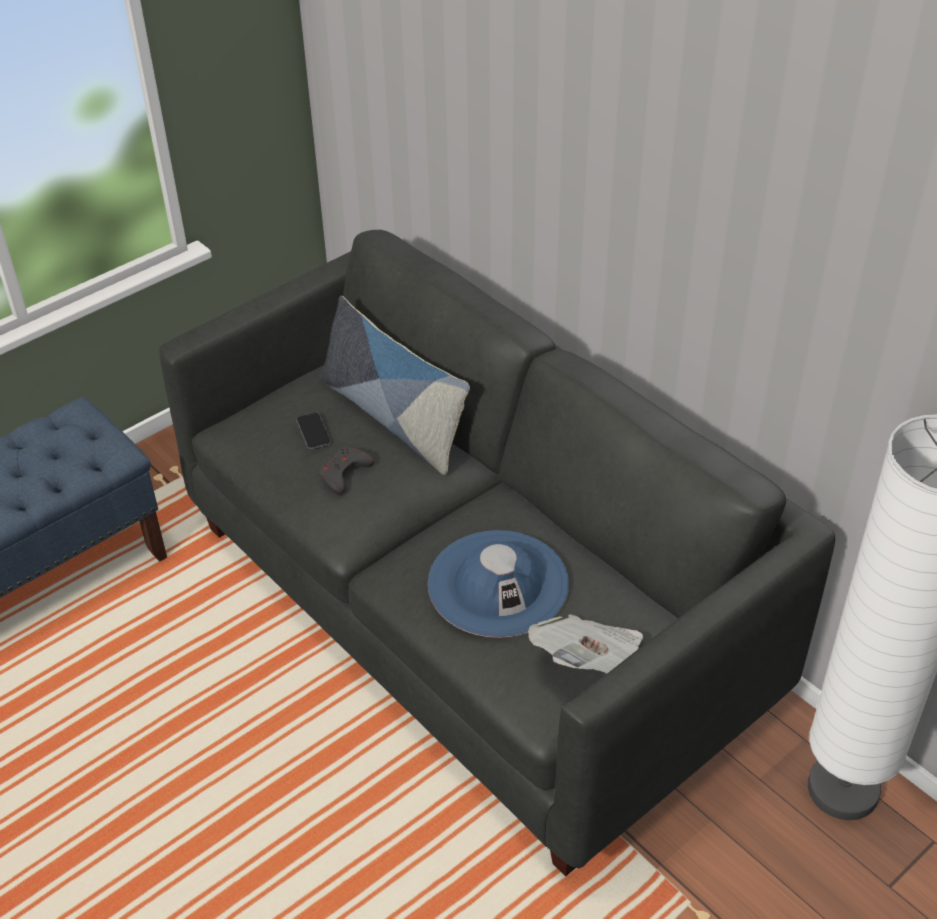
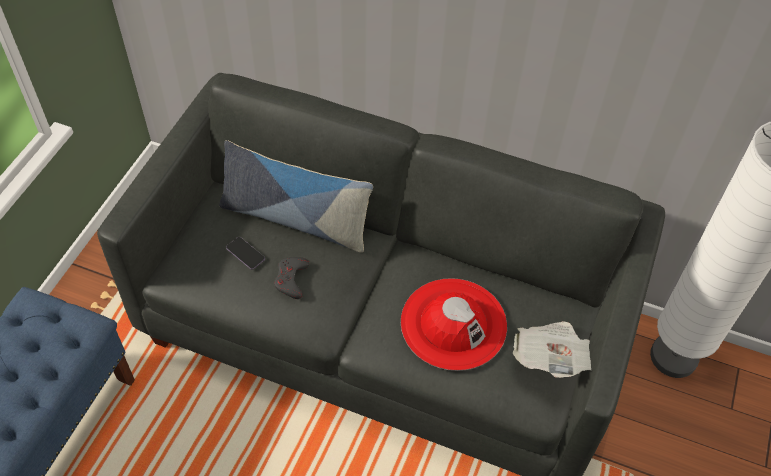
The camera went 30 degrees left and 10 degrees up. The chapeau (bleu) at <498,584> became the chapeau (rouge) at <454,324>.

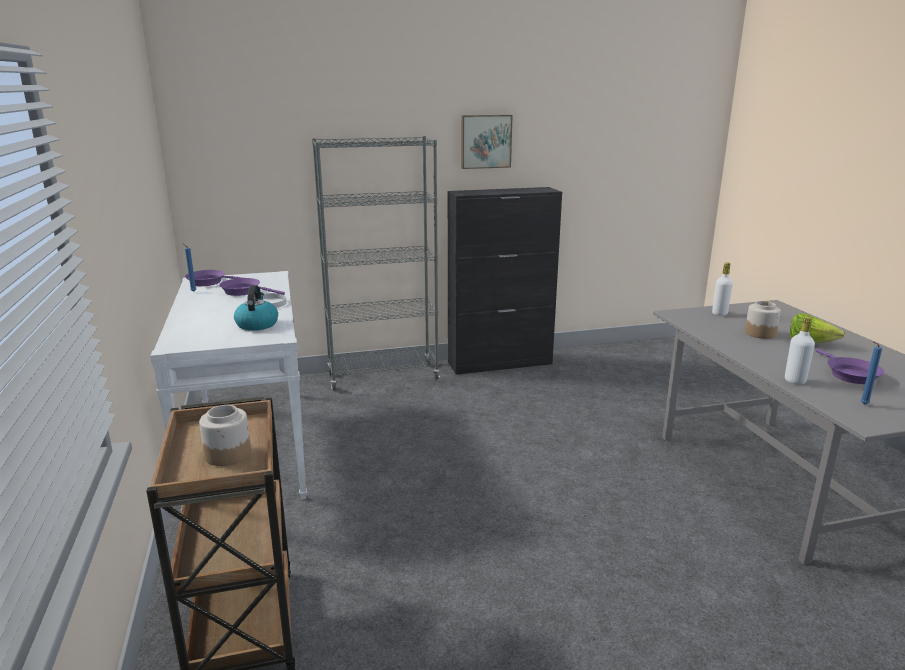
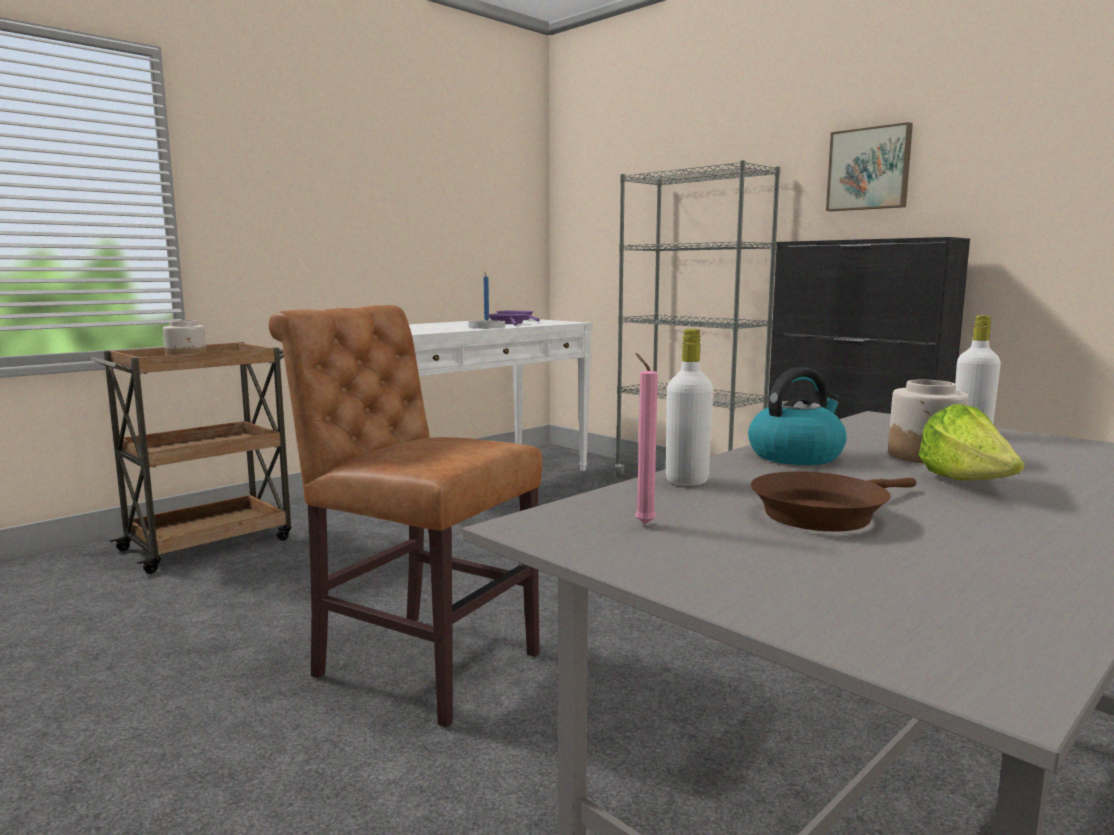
The camera went 60 degrees right and 10 degrees down. The bouilloire moved from <256,308> to <797,416>. The bougie (bleu) at <871,373> became the bougie (rose) at <646,439>. The poêle (violet) at <849,366> became the poêle (marron) at <833,501>. The chaise (marron) at <405,516> appeared.

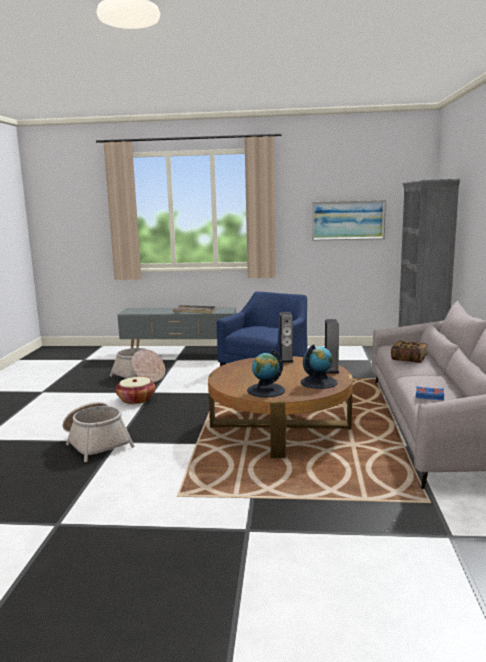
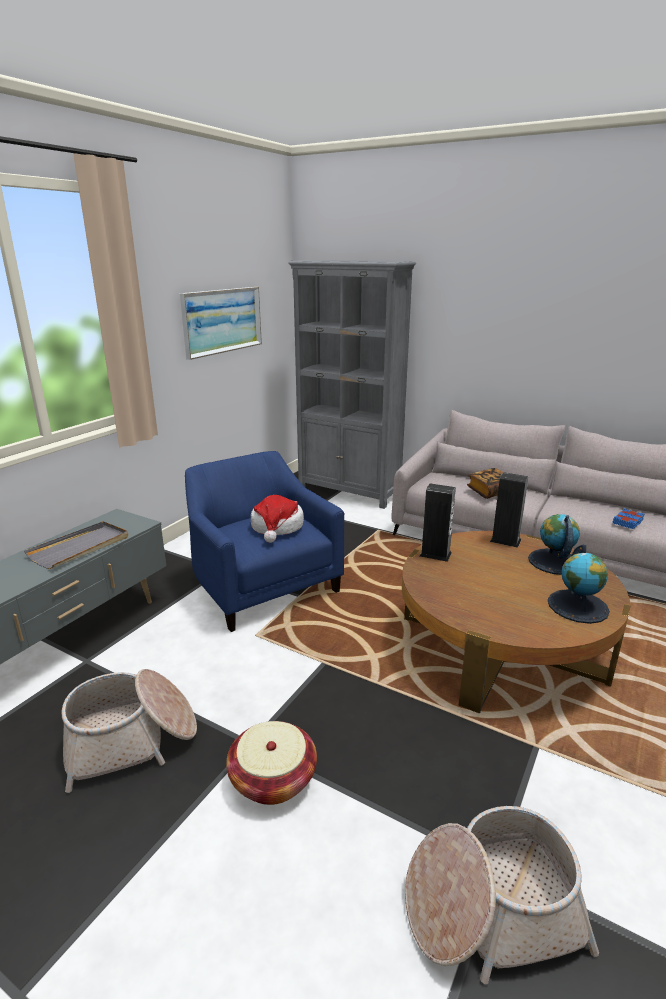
The camera went 65 degrees left and 10 degrees up. The chapeau at <277,519> appeared.

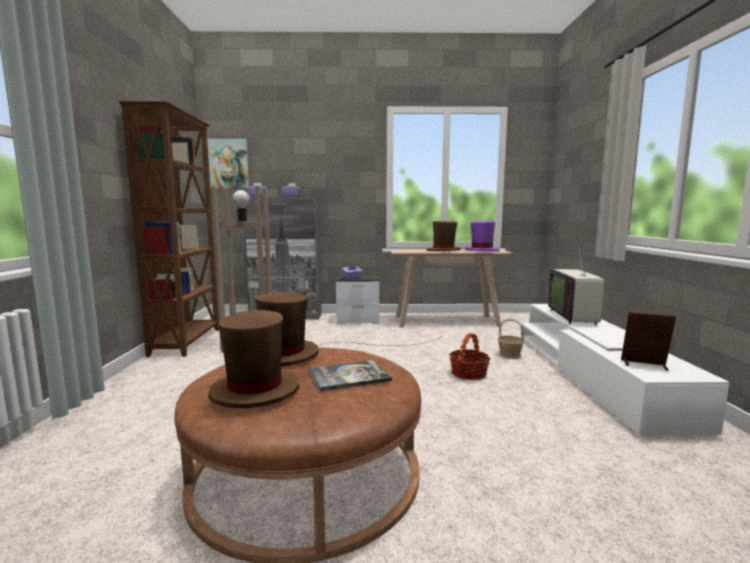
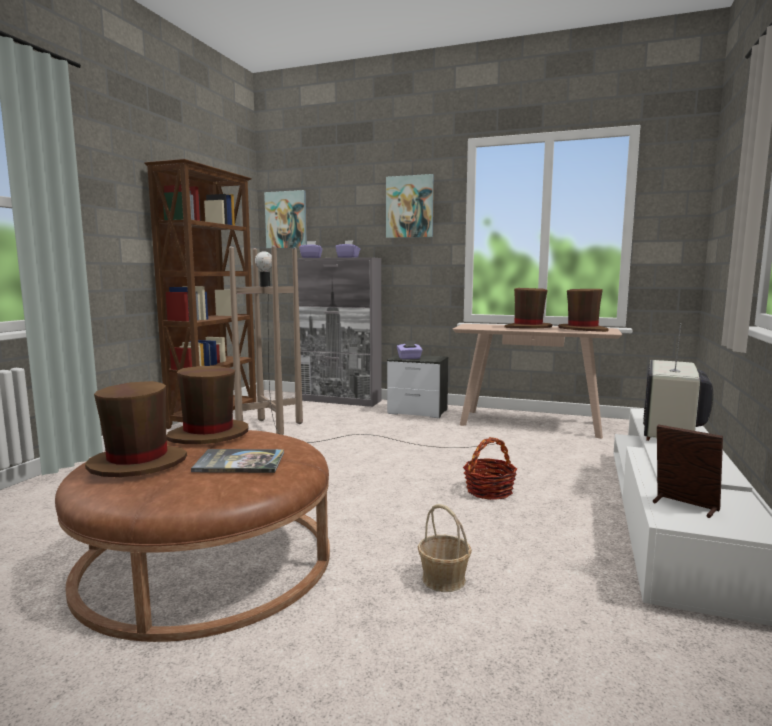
The camera went 20 degrees right and 0 degrees up. The chapeau (violet) at <482,236> became the chapeau (marron) at <583,310>. The panier moved from <511,339> to <445,548>. The tableau at <410,206> appeared.

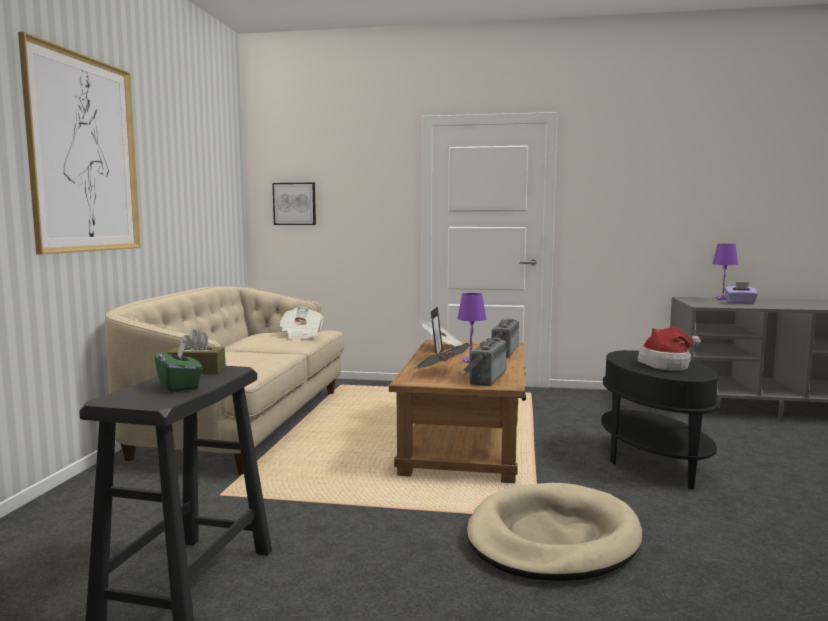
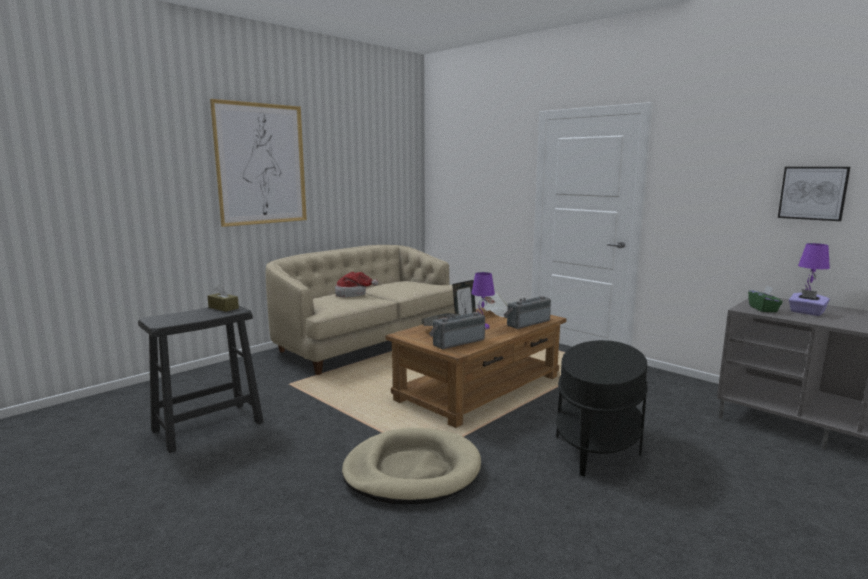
The camera went 35 degrees right and 5 degrees up. The tableau moved from <294,204> to <814,194>. The journal at <301,323> disappeared. The chapeau moved from <669,349> to <356,284>. The boîte à mouchoirs (vert) moved from <178,366> to <765,299>.

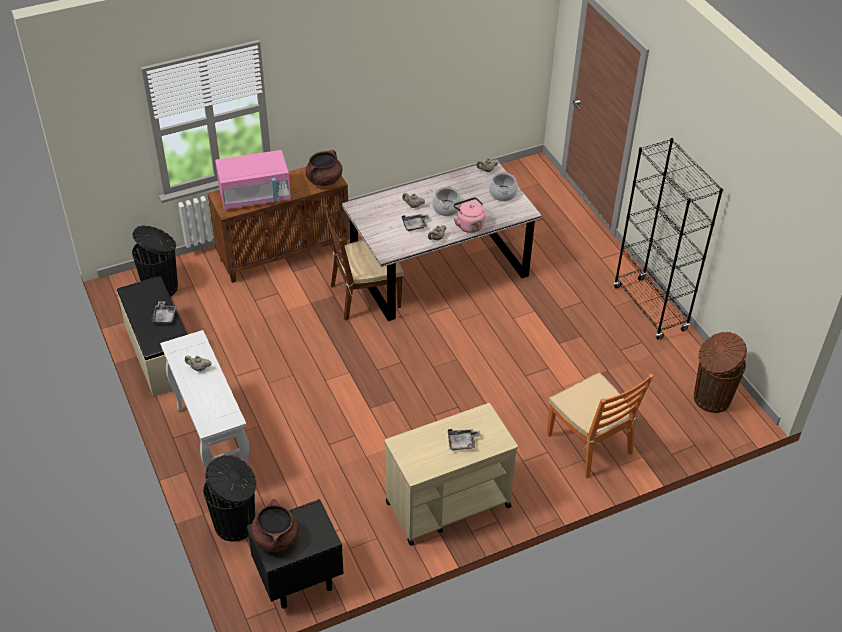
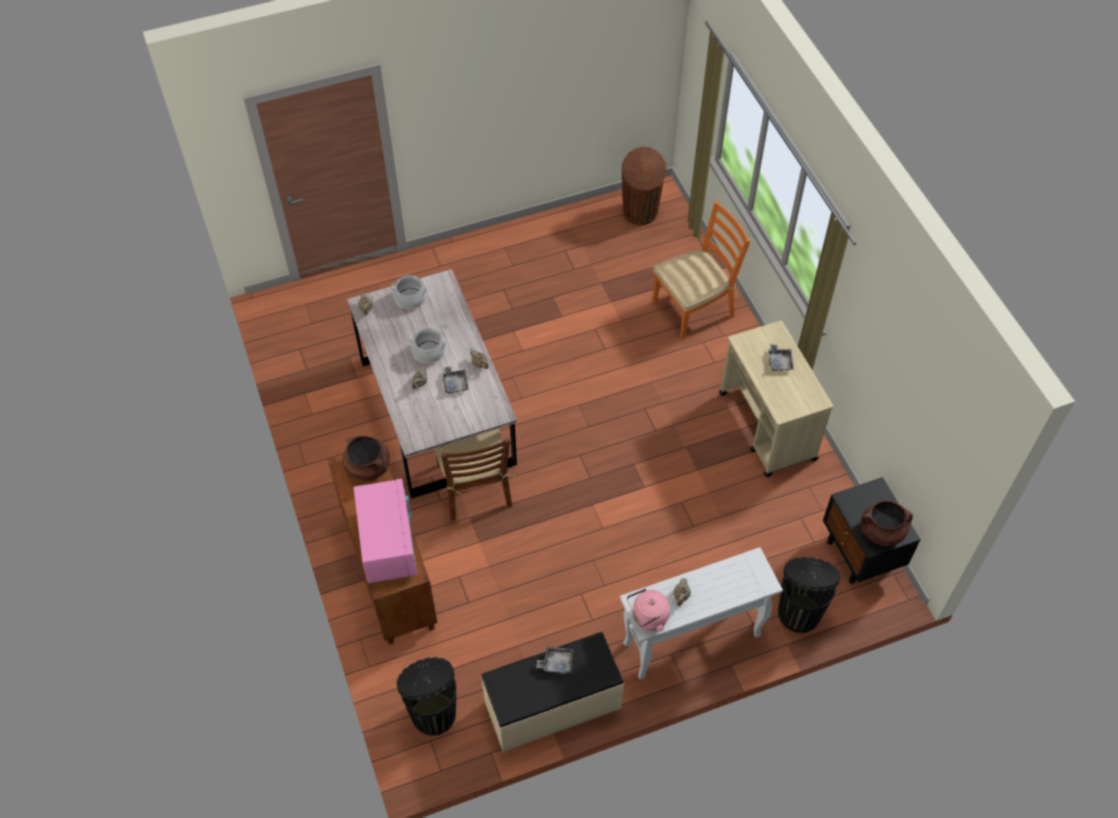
The camera went 85 degrees left and 10 degrees up. The bibliothèque (noir) at <668,239> disappeared. The bouilloire (rose) moved from <469,215> to <648,610>.

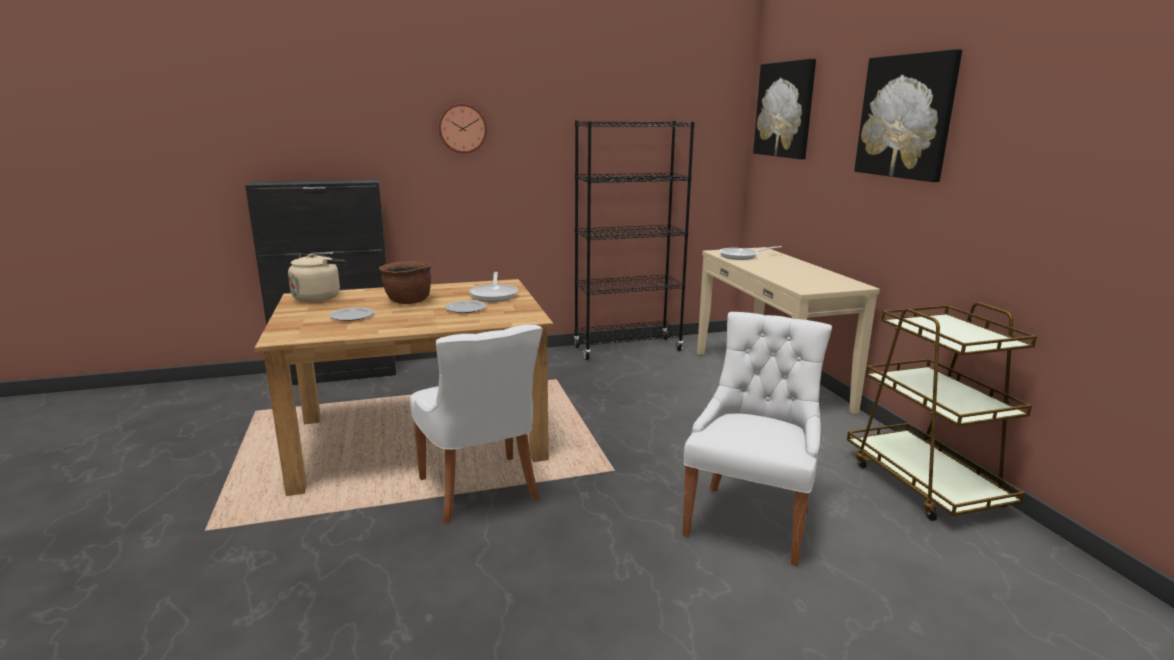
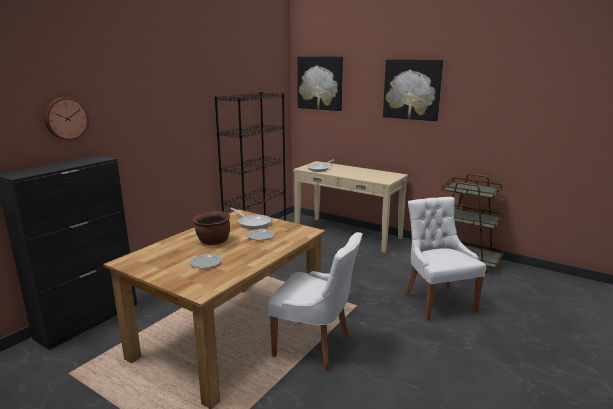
The camera went 40 degrees left and 0 degrees up. The horloge murale moved from <462,129> to <66,118>. The bouilloire (beige) at <317,278> disappeared.

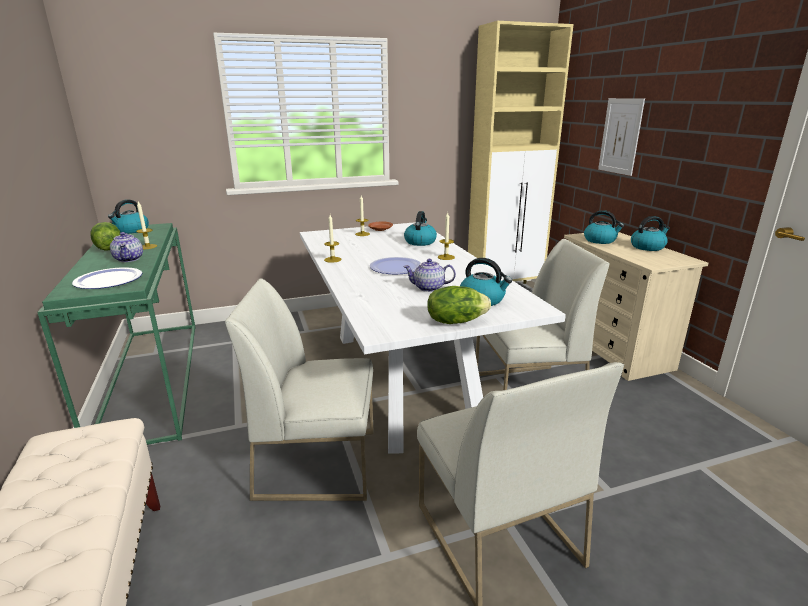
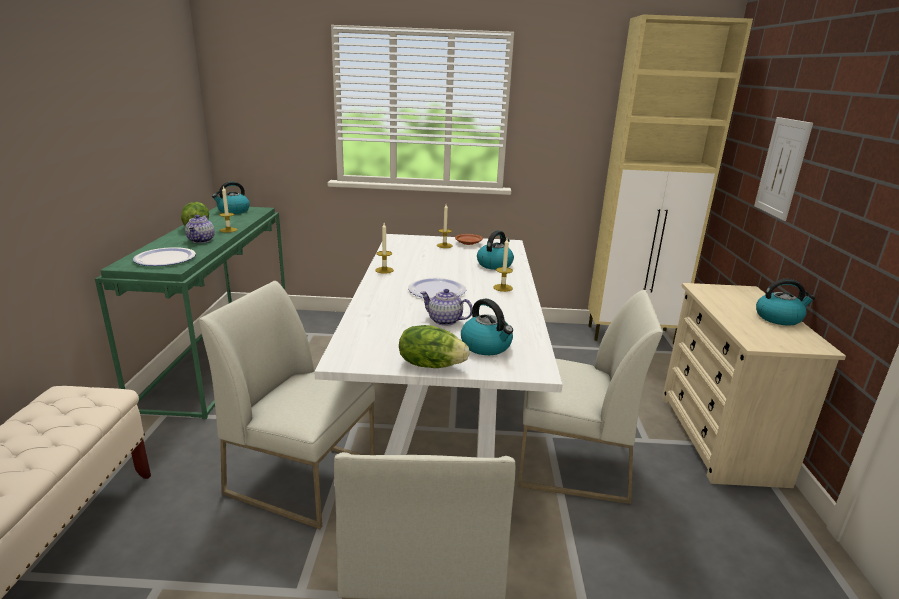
The camera went 20 degrees right and 0 degrees up. The bouilloire at <604,227> disappeared.

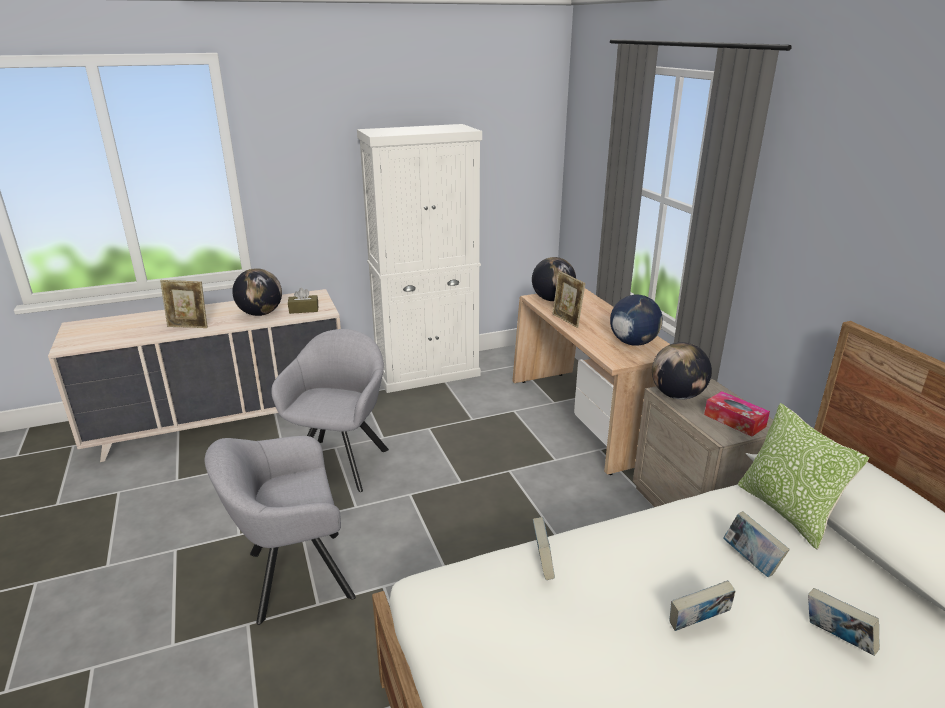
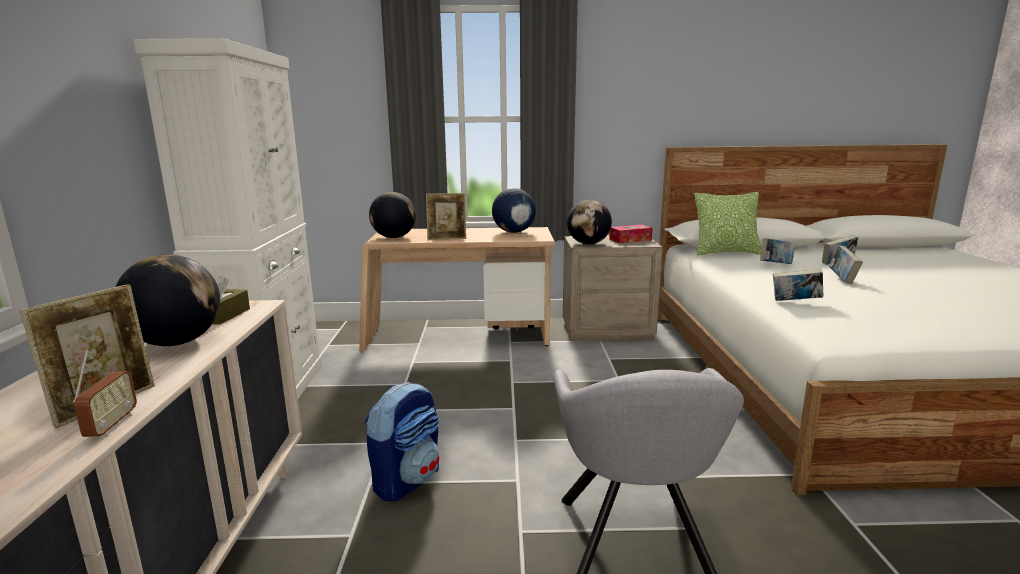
The camera went 70 degrees left and 10 degrees down. The fauteuil (gris) at <330,410> was replaced by the sac à dos at <402,442>. The radio at <105,394> appeared.

